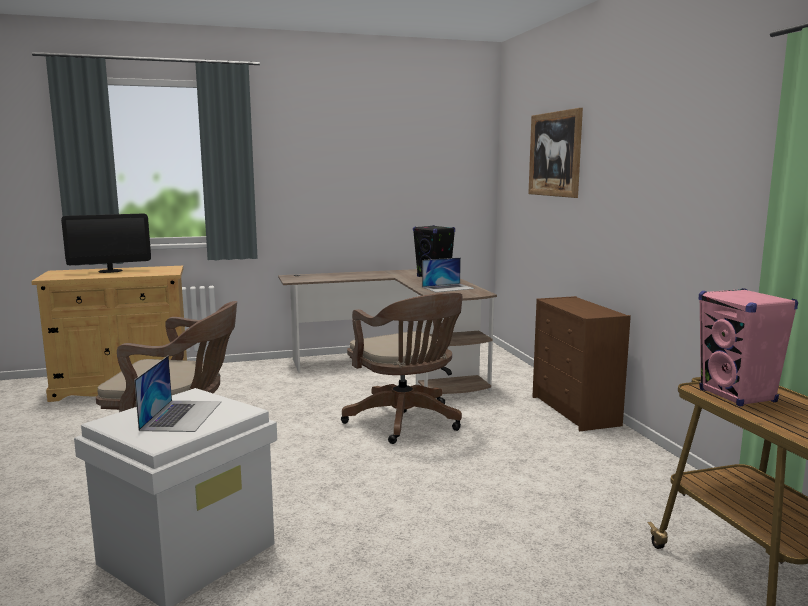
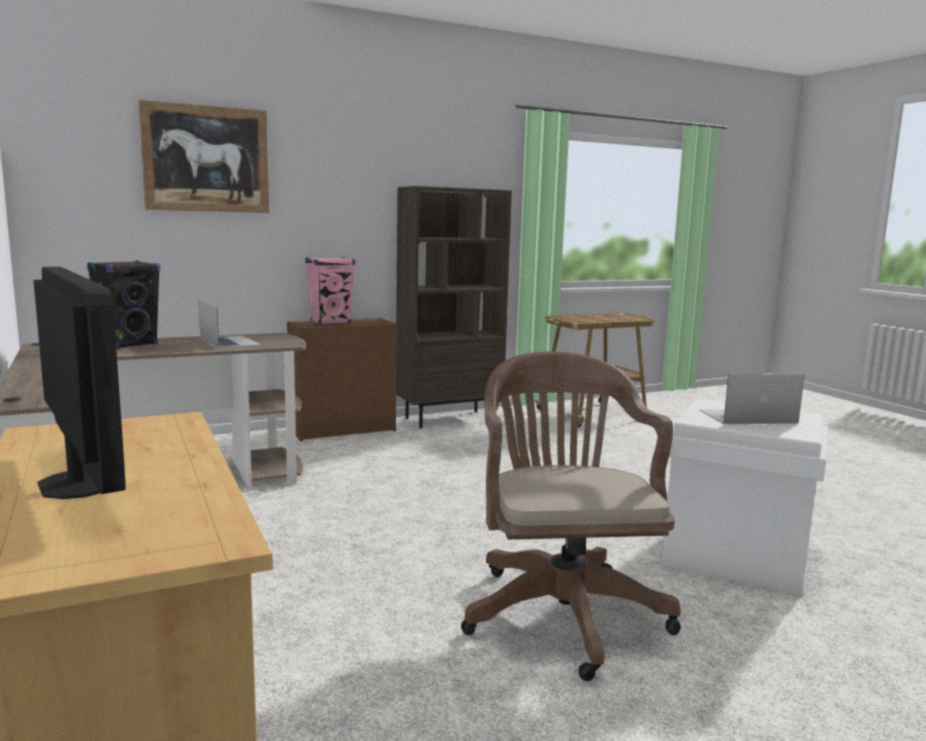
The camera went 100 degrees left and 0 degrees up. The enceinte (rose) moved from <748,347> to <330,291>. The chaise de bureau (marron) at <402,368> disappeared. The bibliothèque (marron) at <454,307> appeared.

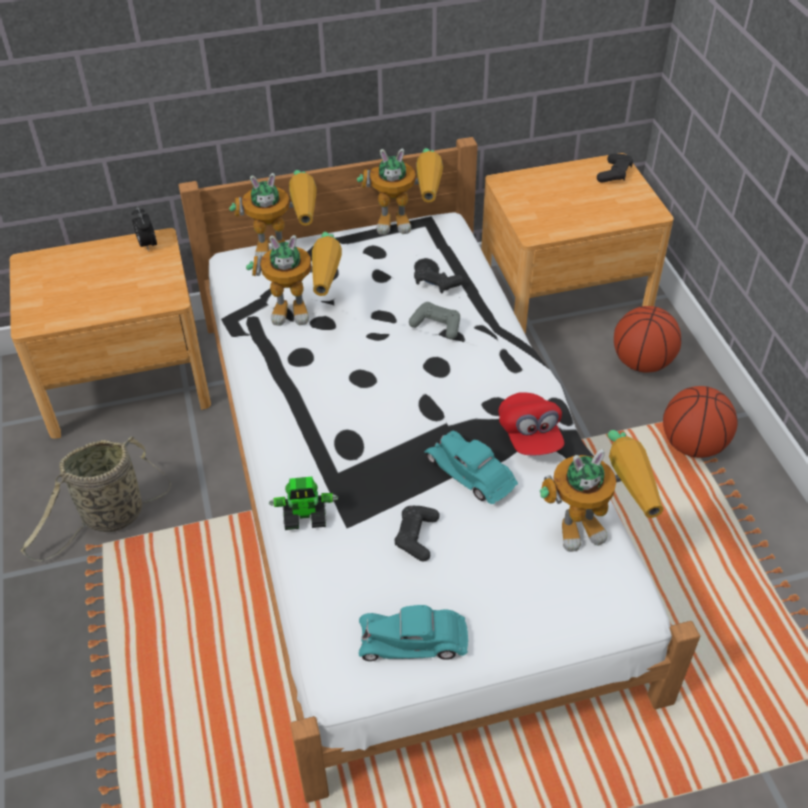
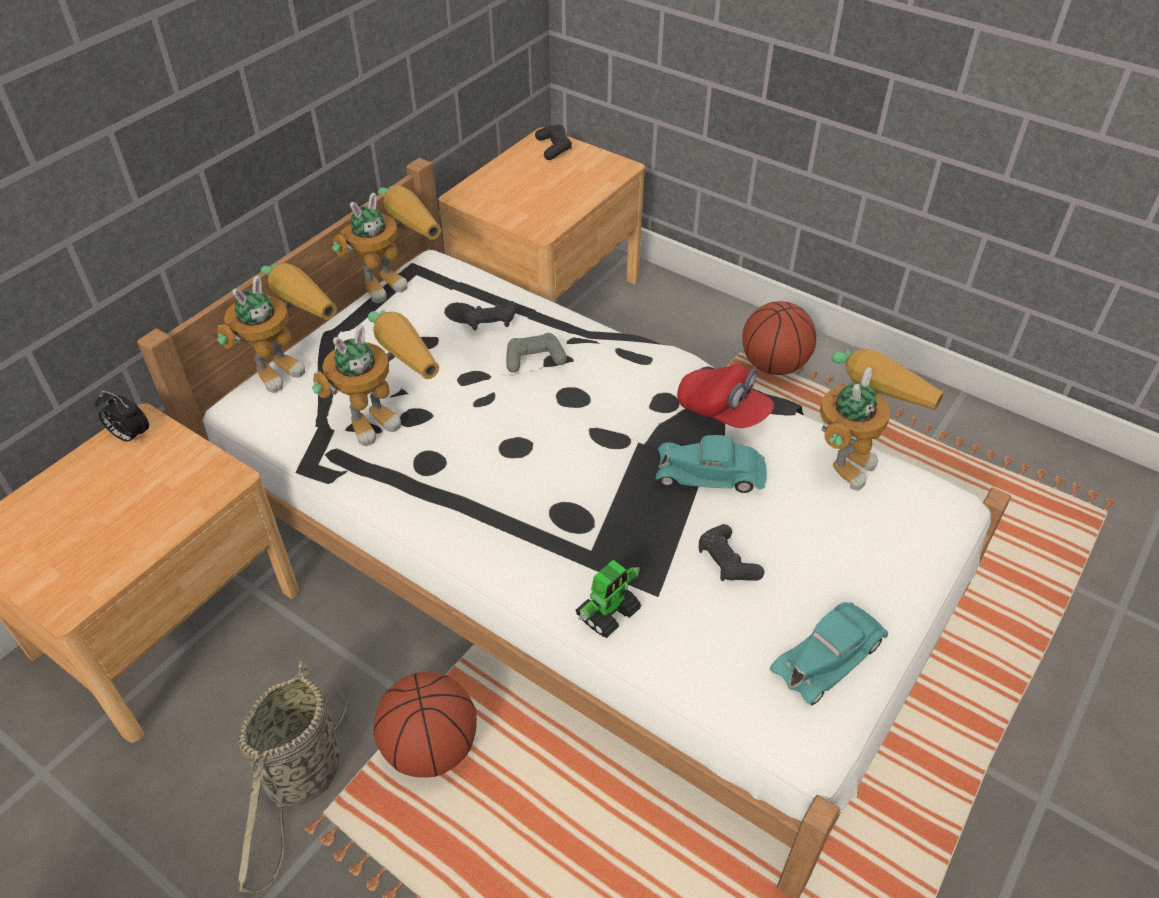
The camera went 40 degrees left and 0 degrees up. The ballon de basket moved from <647,339> to <425,725>.

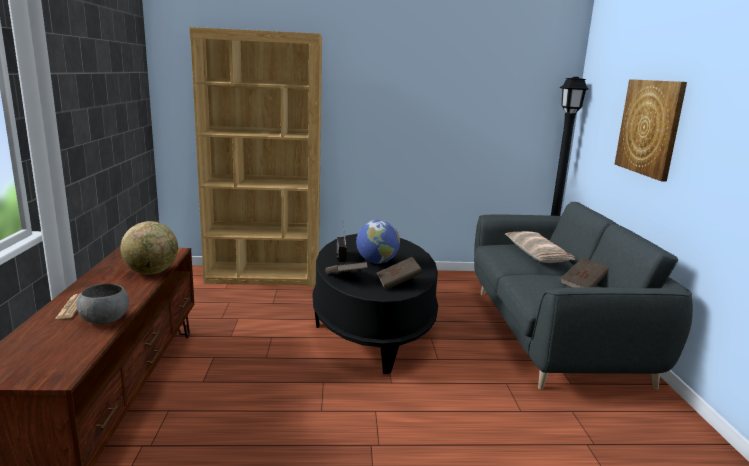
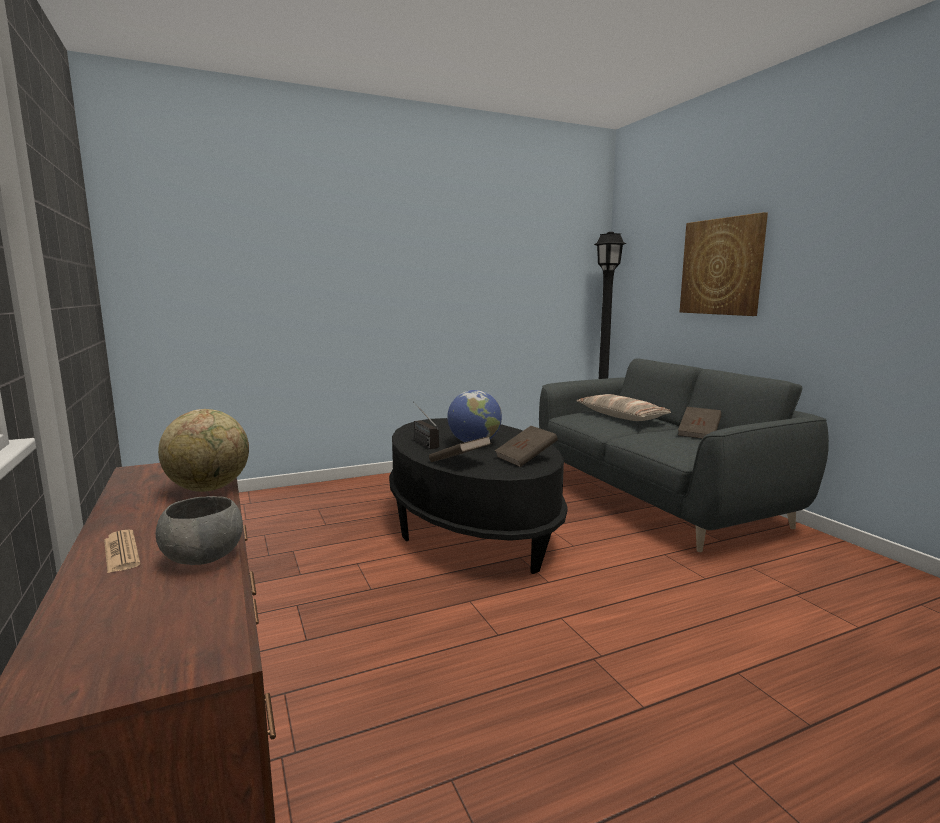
The camera went 20 degrees left and 5 degrees down. The bibliothèque (marron) at <255,156> disappeared.

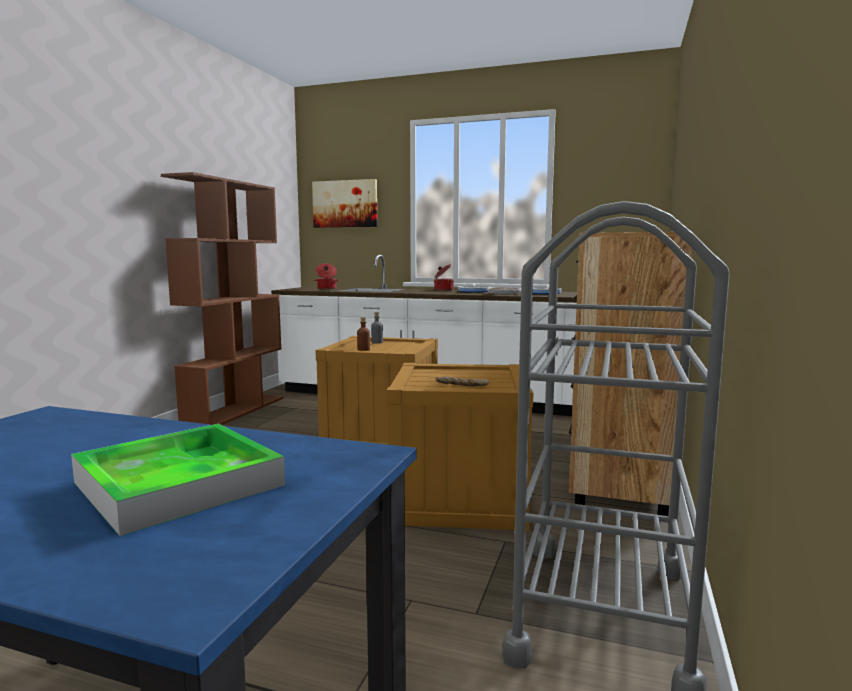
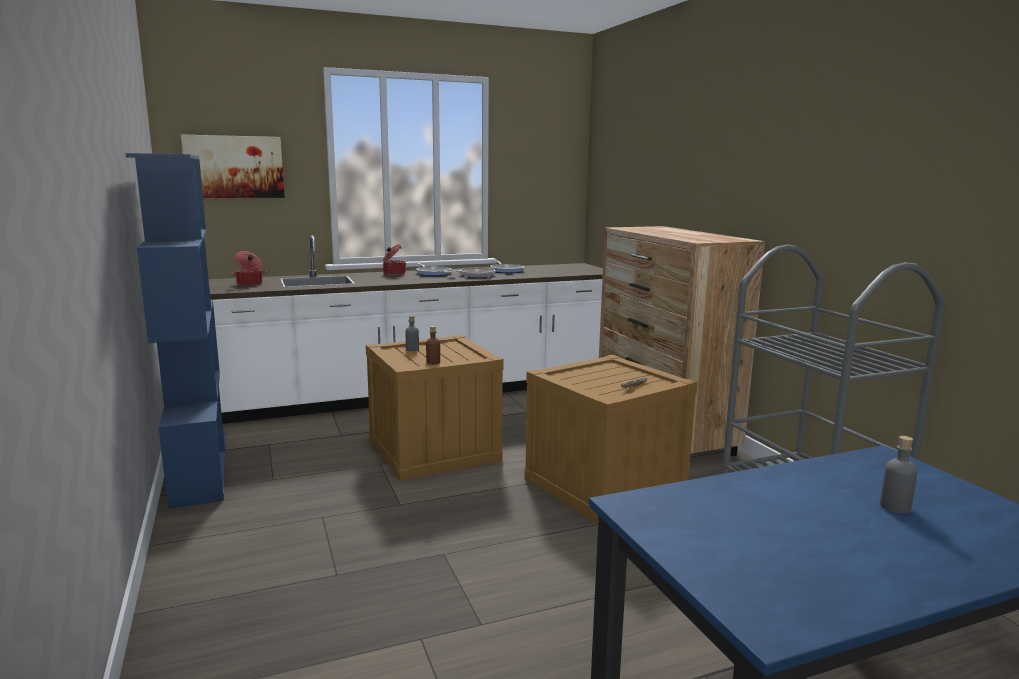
The camera went 40 degrees left and 5 degrees up. The bibliothèque (marron) at <222,298> became the bibliothèque (bleu) at <175,331>. The plateau at <178,480> was replaced by the bouteille (gris) at <899,475>.

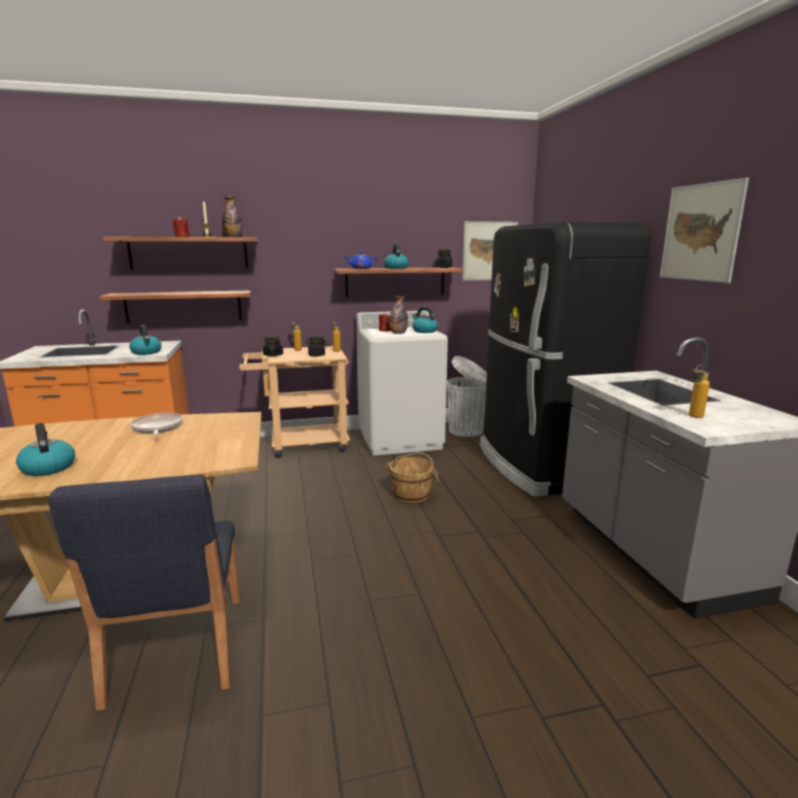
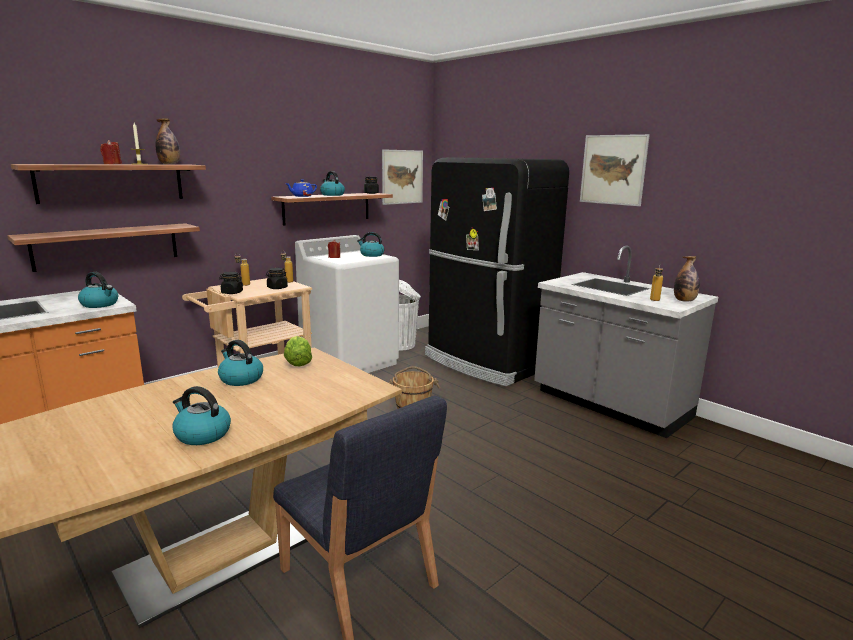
The camera went 30 degrees left and 0 degrees up. The bouteille moved from <398,315> to <687,279>. The poêle at <156,424> was replaced by the bouilloire at <240,363>. The laitue at <298,351> appeared.

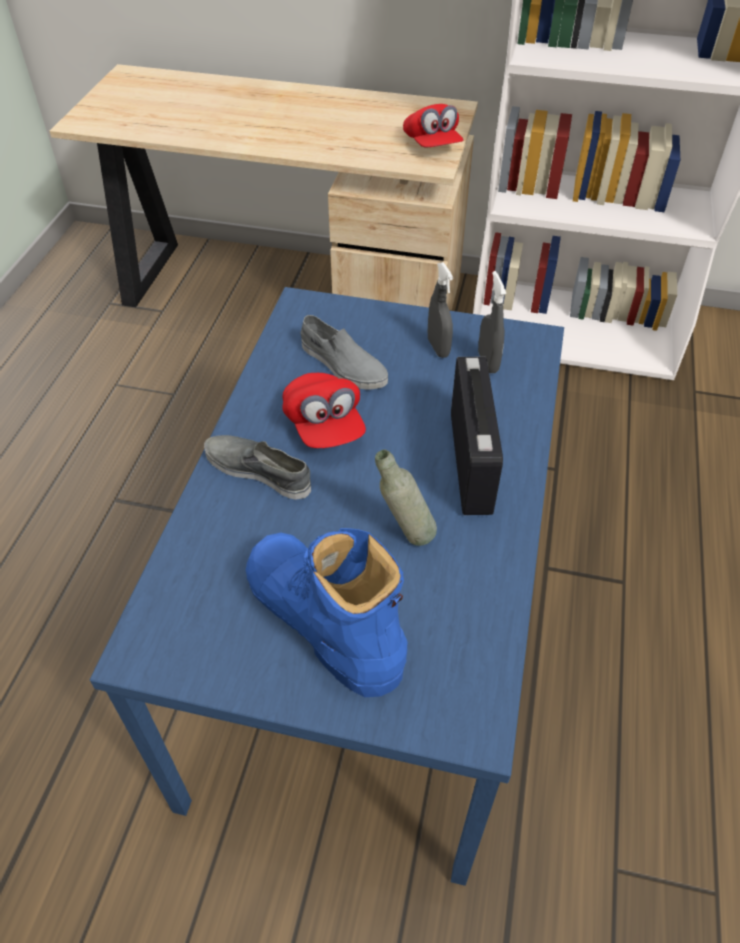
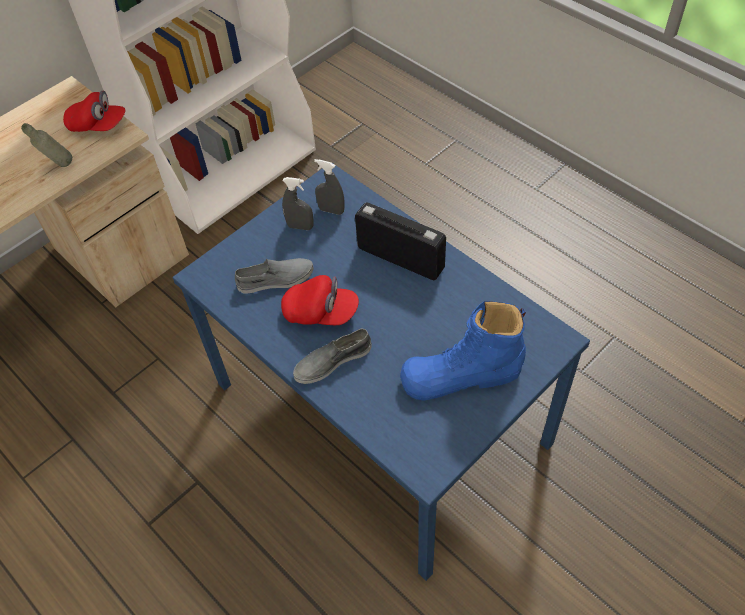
The camera went 55 degrees left and 5 degrees up. The bouteille (gris) moved from <406,498> to <46,145>.

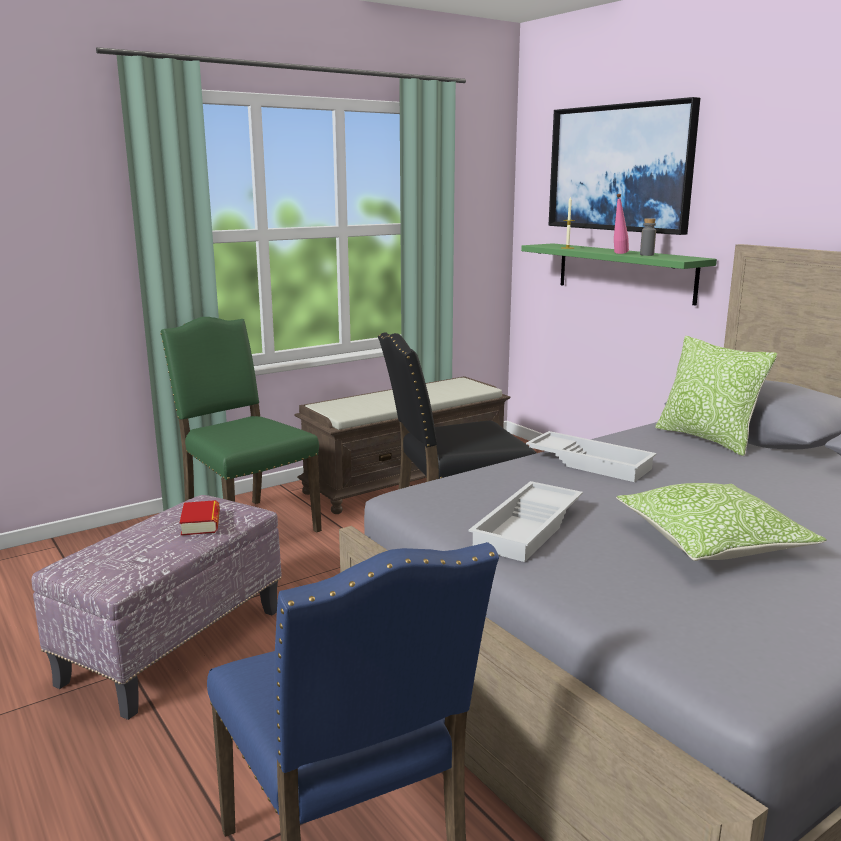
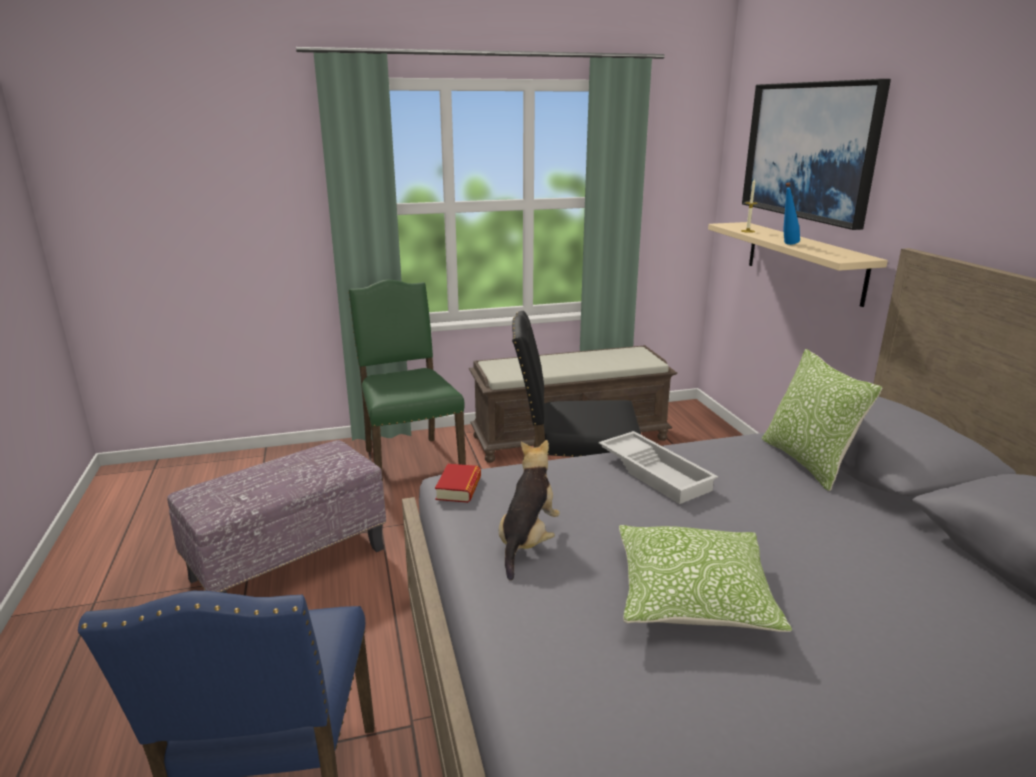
The camera went 20 degrees right and 5 degrees up. The bouteille (rose) at <621,224> became the bouteille (bleu) at <791,213>. The bouteille (gris) at <648,237> disappeared. The étagère (vert) at <619,274> became the étagère (beige) at <798,264>. The plateau (blanc) at <526,521> was replaced by the peluche at <529,510>. The livre moved from <199,518> to <458,483>.

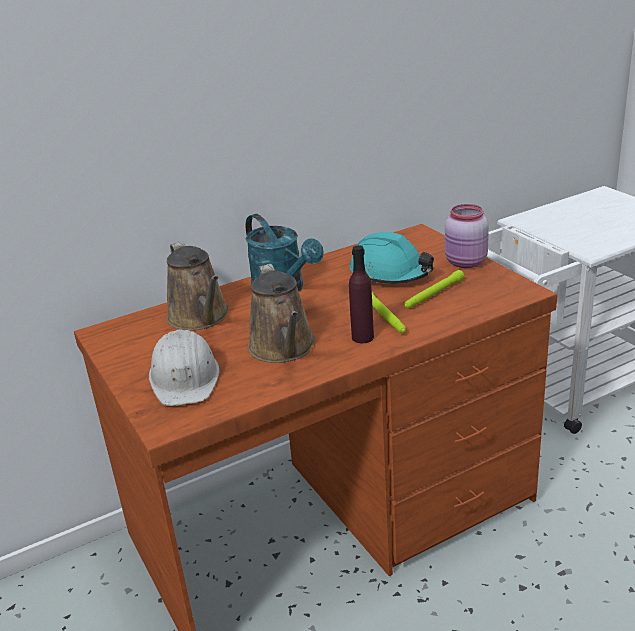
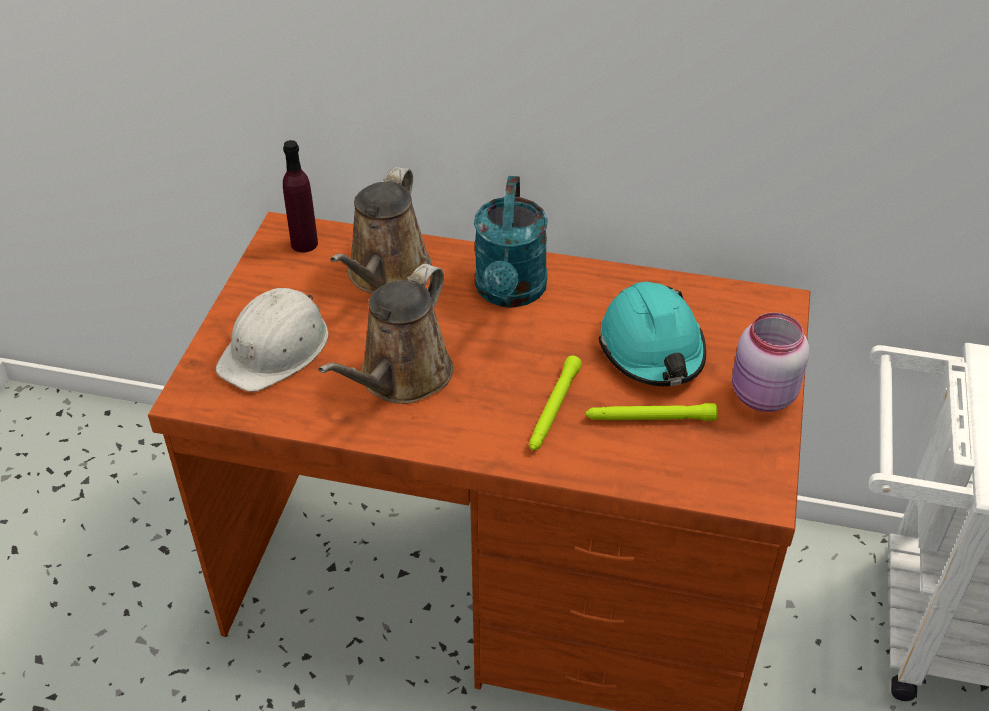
The camera went 40 degrees right and 15 degrees up. The bouteille (violet) moved from <361,294> to <300,196>.

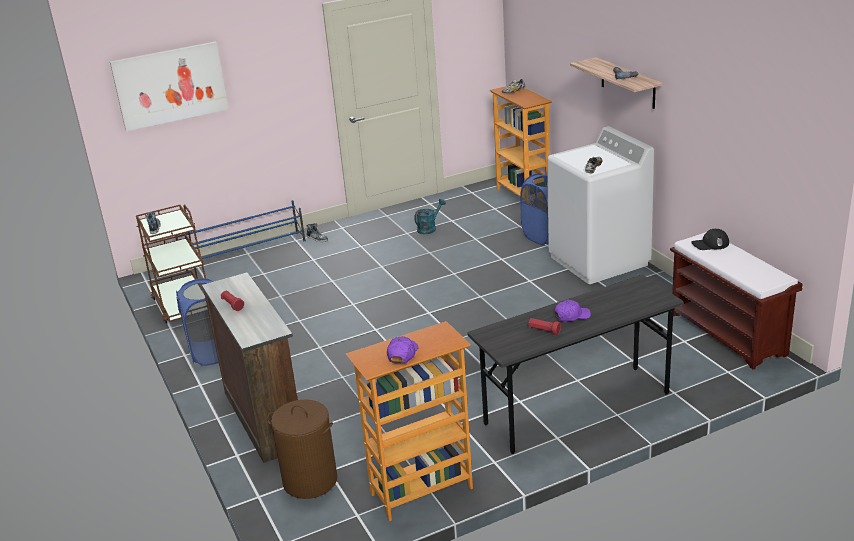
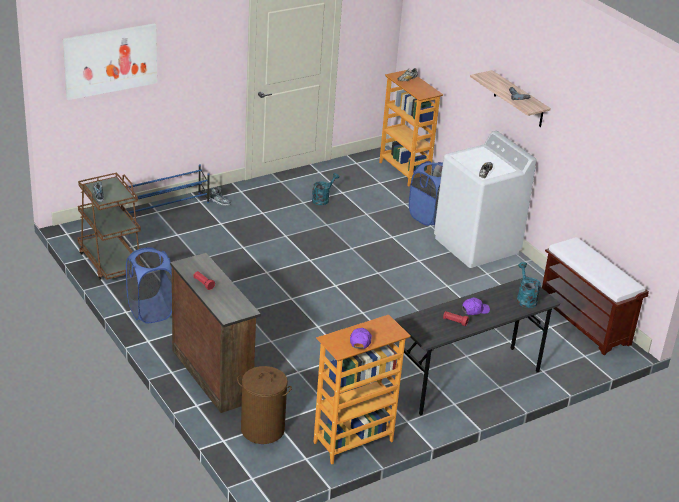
The camera went 10 degrees left and 5 degrees up. The casquette (noir) at <710,239> disappeared. The arrosoir (turquoise) at <529,285> appeared.

